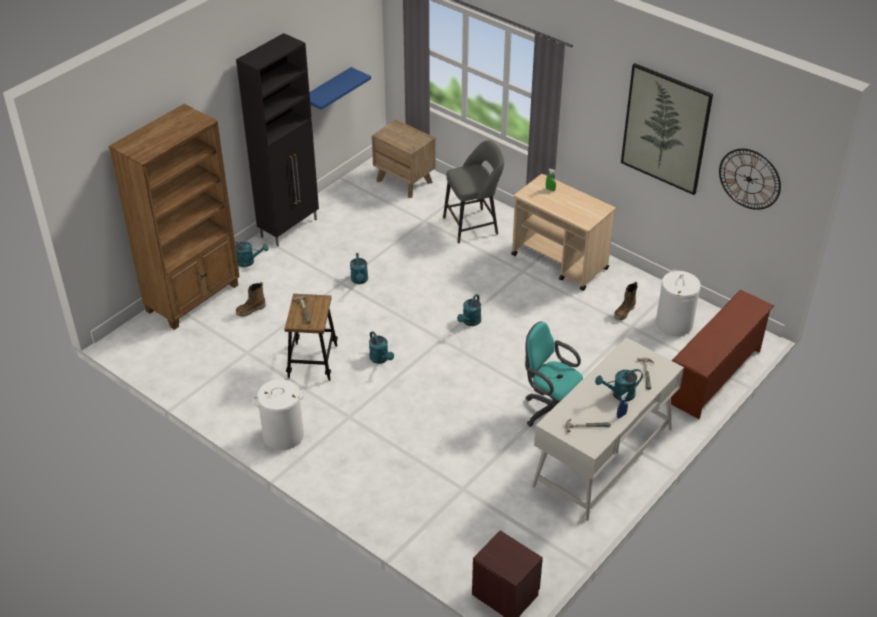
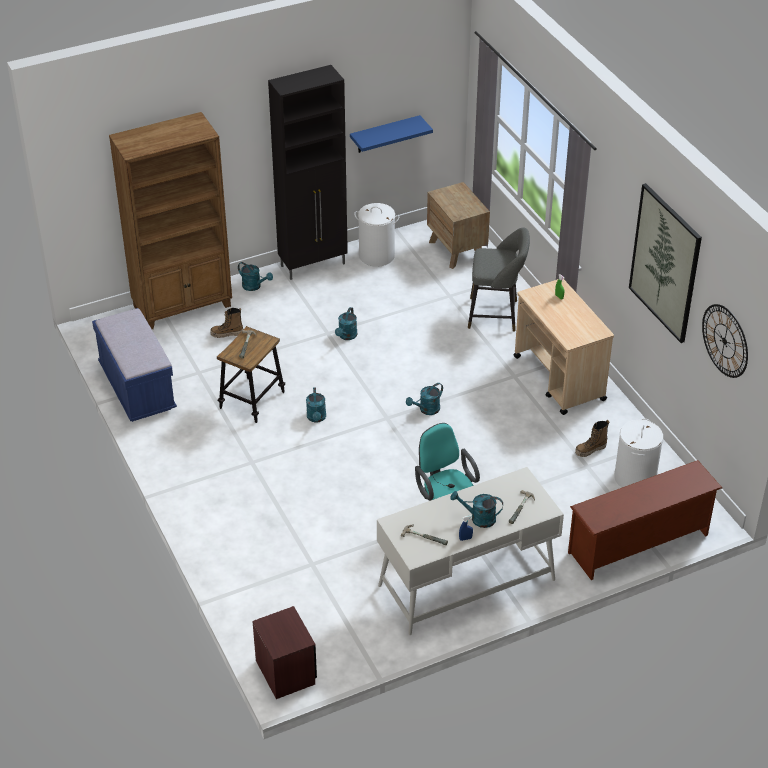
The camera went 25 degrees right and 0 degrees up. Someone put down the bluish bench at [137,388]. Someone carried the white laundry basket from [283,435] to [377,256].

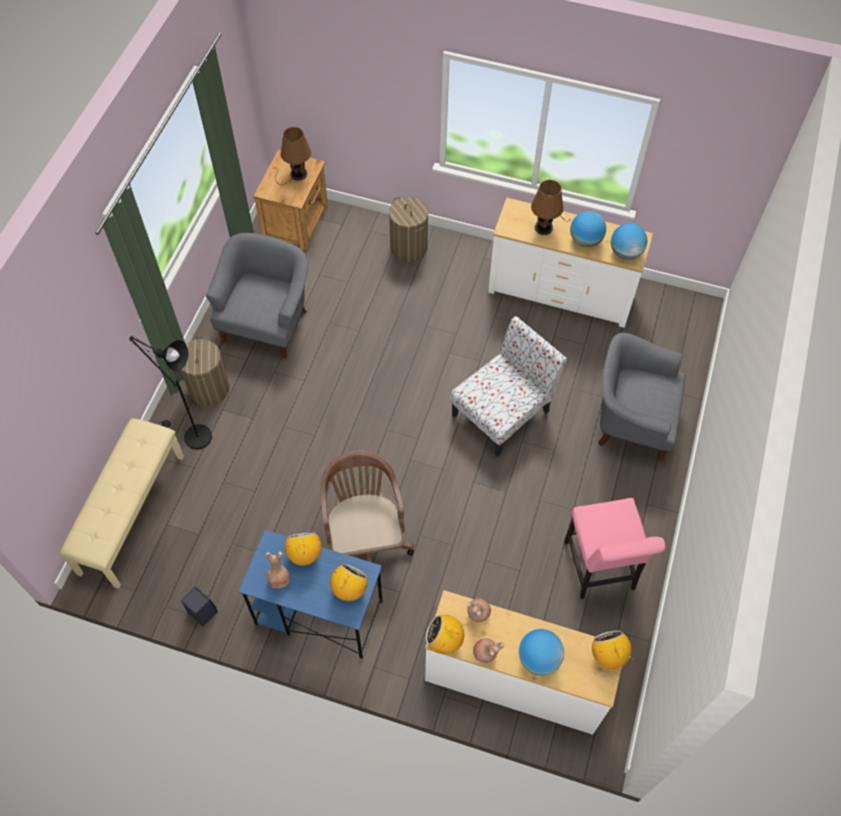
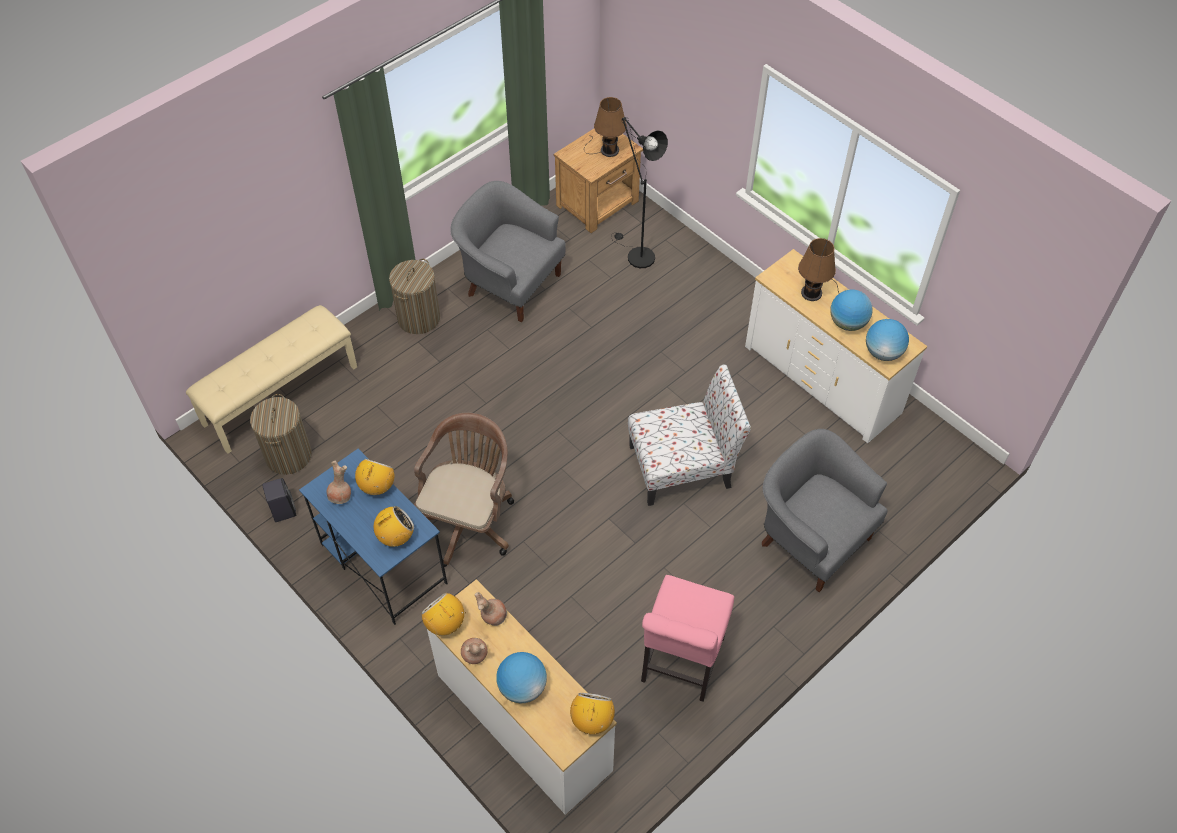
The camera went 30 degrees right and 5 degrees down. Someone carried the laundry basket from [408,247] to [288,455]. Someone rotated the greyish armchair at [267,323] by 105 degrees counterclockwise. Someone carried the black standard lamp from [192,436] to [636,255].

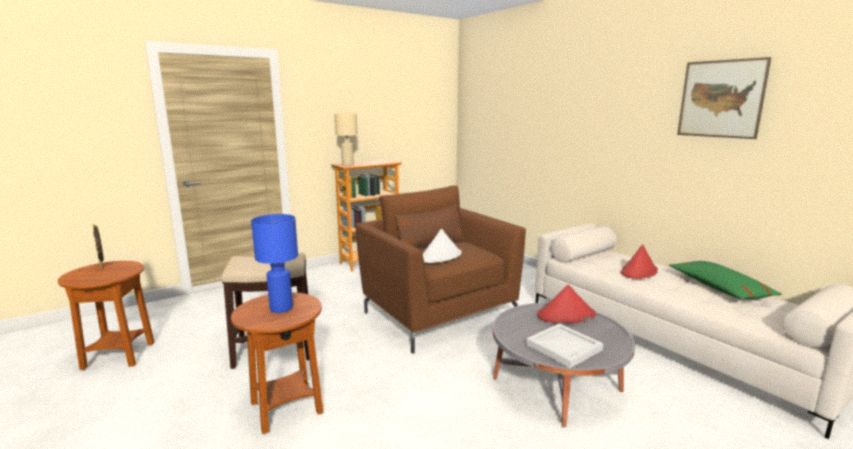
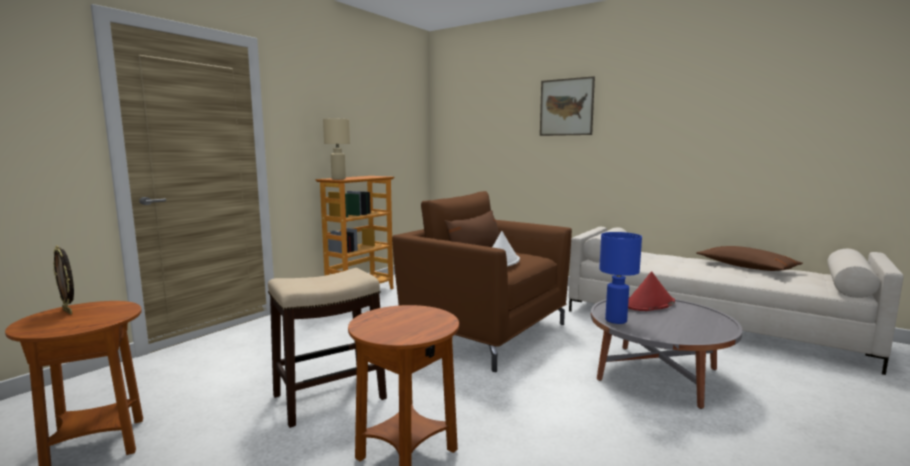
The camera went 20 degrees left and 5 degrees down. Someone carried the picture from [721,99] to [566,107]. Someone carried the bluish table lamp from [281,308] to [616,320]. Someone repainted the green-coloured cushion at [719,288], which became the brown cushion at [746,267]. Someone took away the white serving tray at [562,347]. Someone took away the red clothing hat at [639,272].

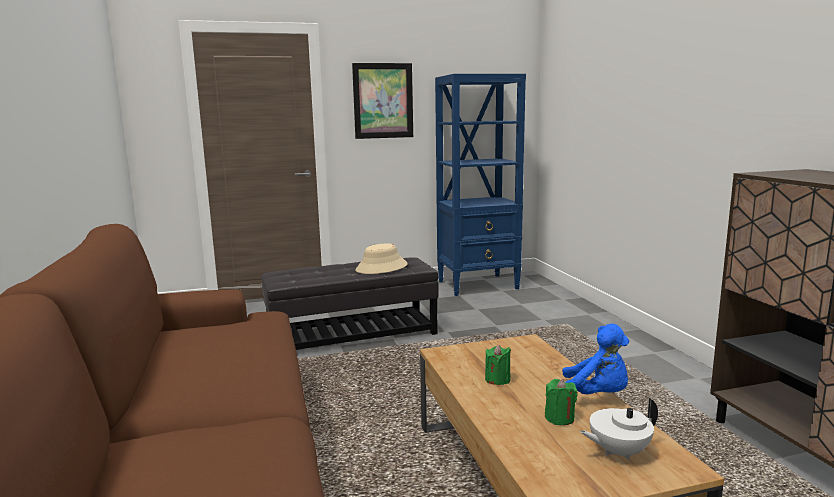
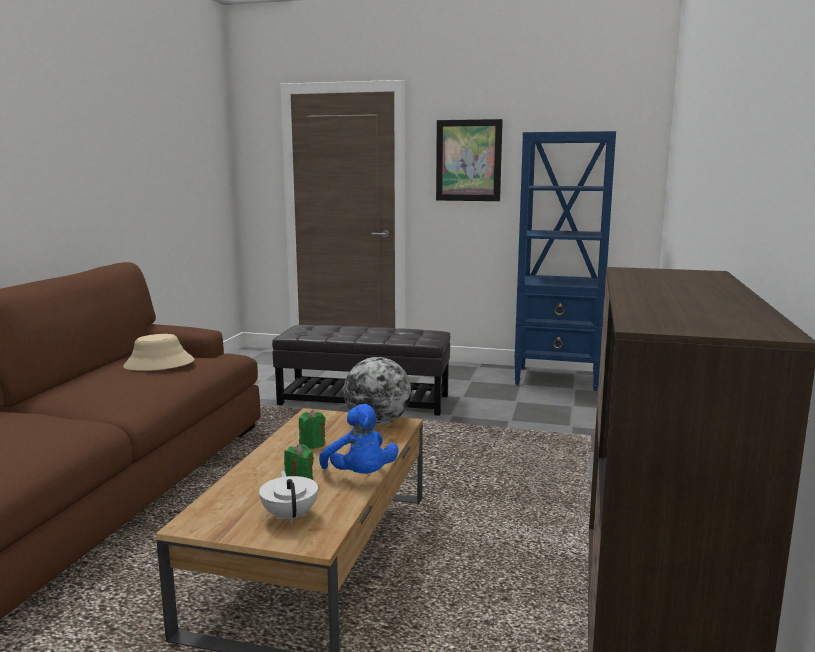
The camera went 30 degrees right and 0 degrees up. Someone carried the beige clothing hat from [381,268] to [159,364]. Someone rotated the white teapot at [618,452] by 60 degrees clockwise. Someone put down the world globe at [377,422].

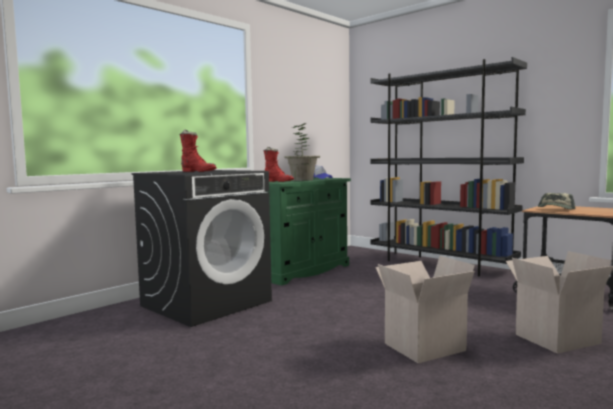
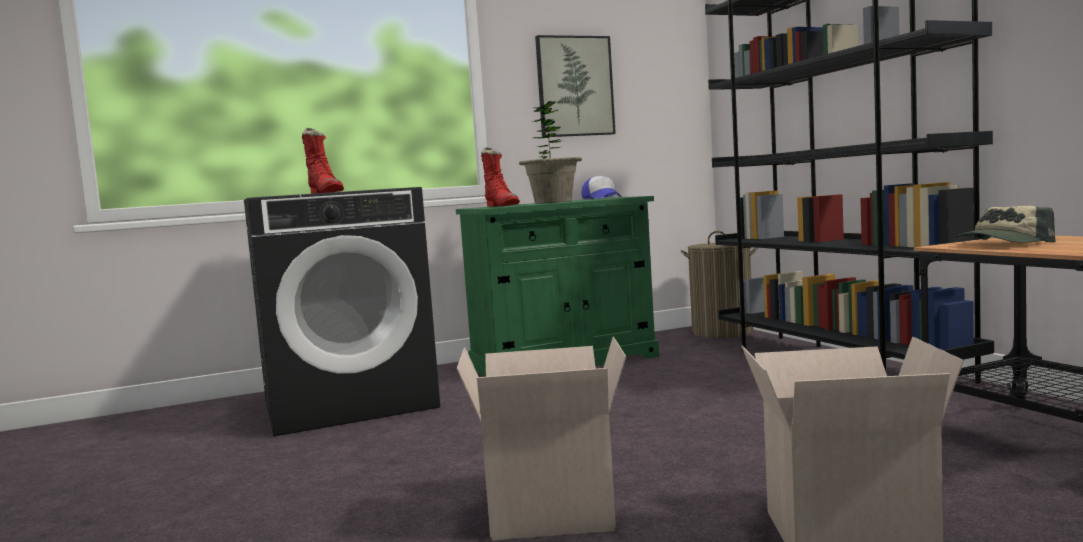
The camera went 25 degrees right and 0 degrees up. Someone put up the picture at [574,86]. Someone put down the laundry basket at [722,332].

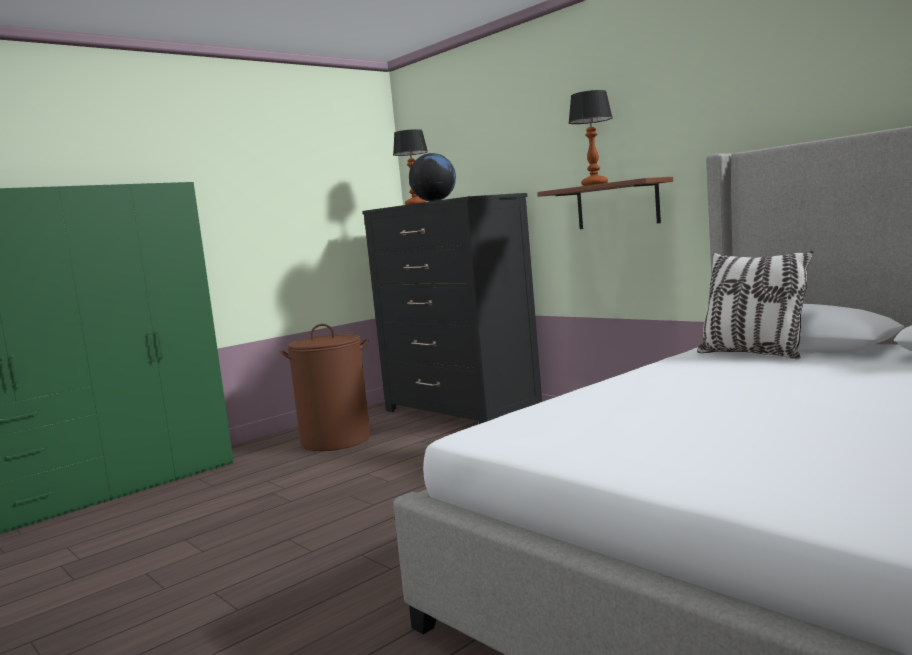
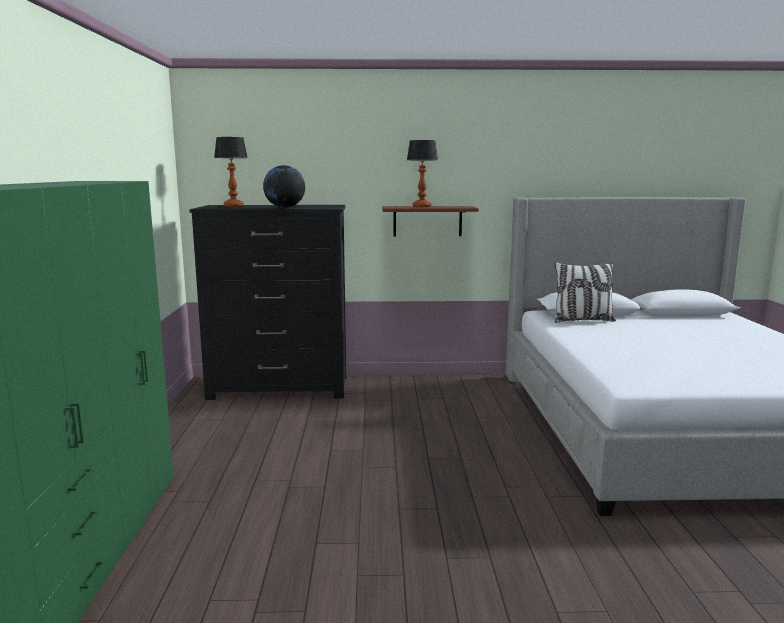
The camera went 50 degrees left and 5 degrees up. Someone took away the brown laundry basket at [336,440].

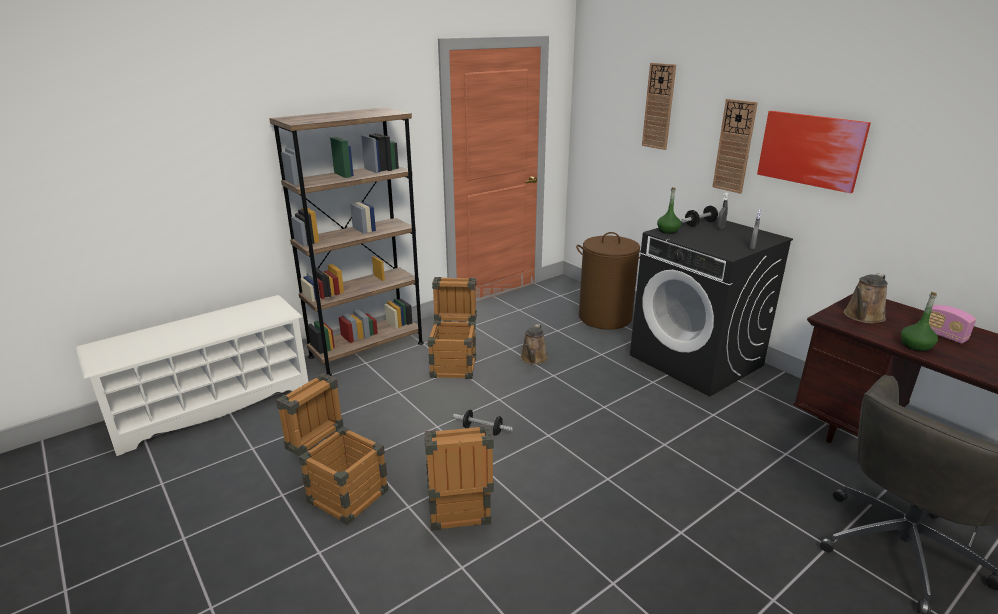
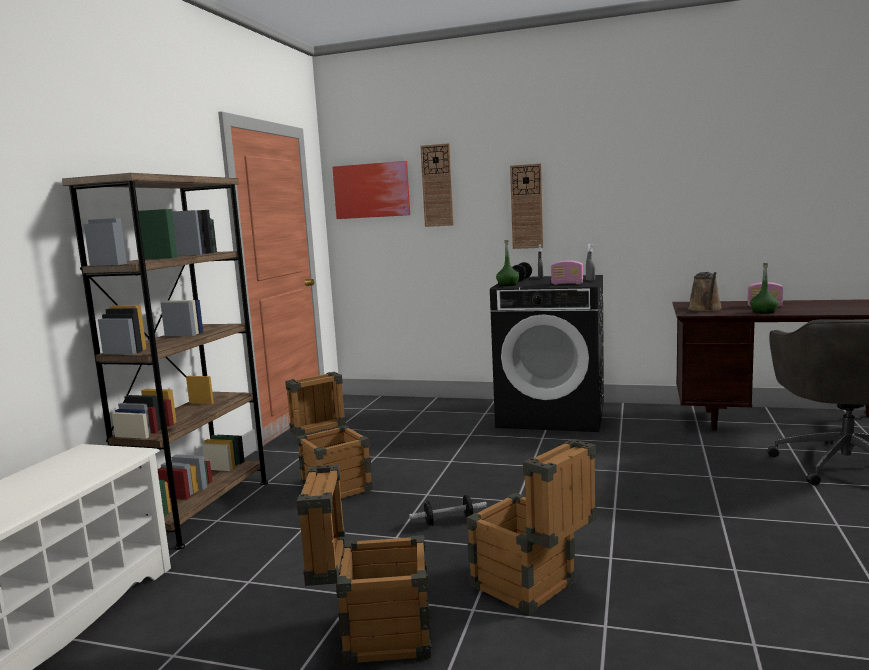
The camera went 35 degrees left and 15 degrees down. Someone carried the picture from [810,150] to [371,190]. Someone put down the radio receiver at [567,284]. Someone took away the brown watering can at [533,359]. Someone took away the brown laundry basket at [605,317].

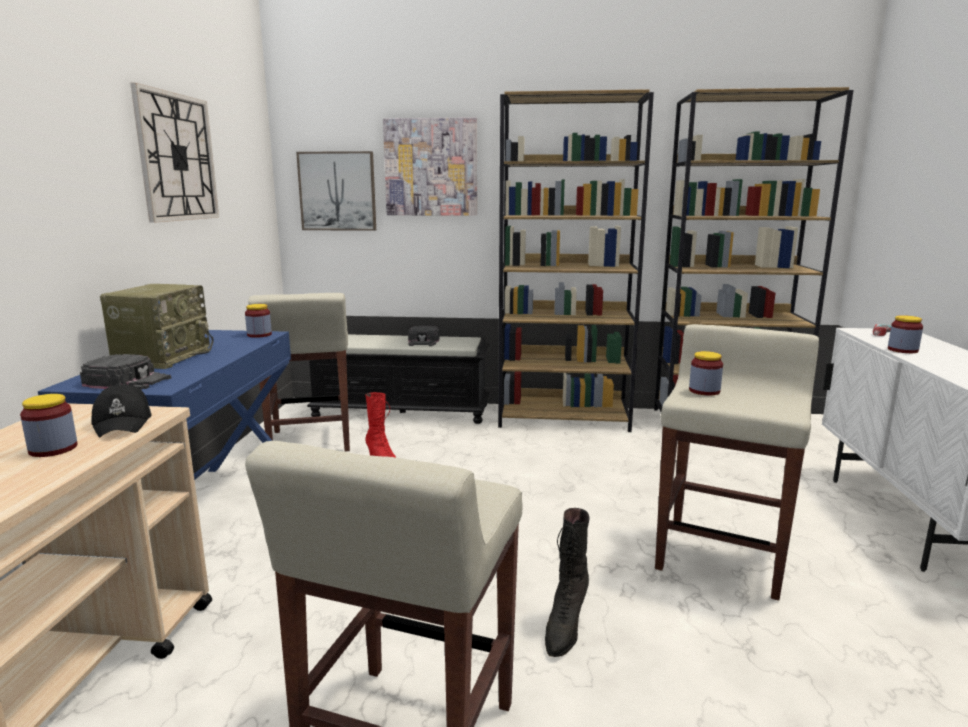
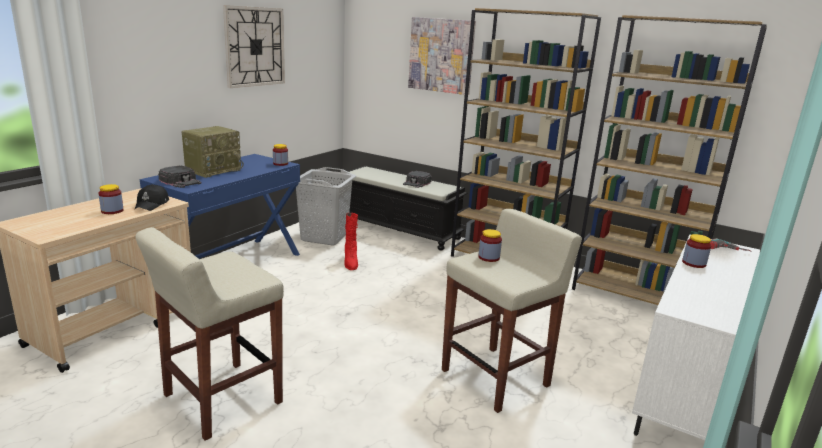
The camera went 25 degrees right and 5 degrees up. Someone swapped the beige stool at [310,442] for the greyish laundry basket at [324,237]. Someone took away the picture at [337,191]. Someone took away the black high-top boot at [565,626].

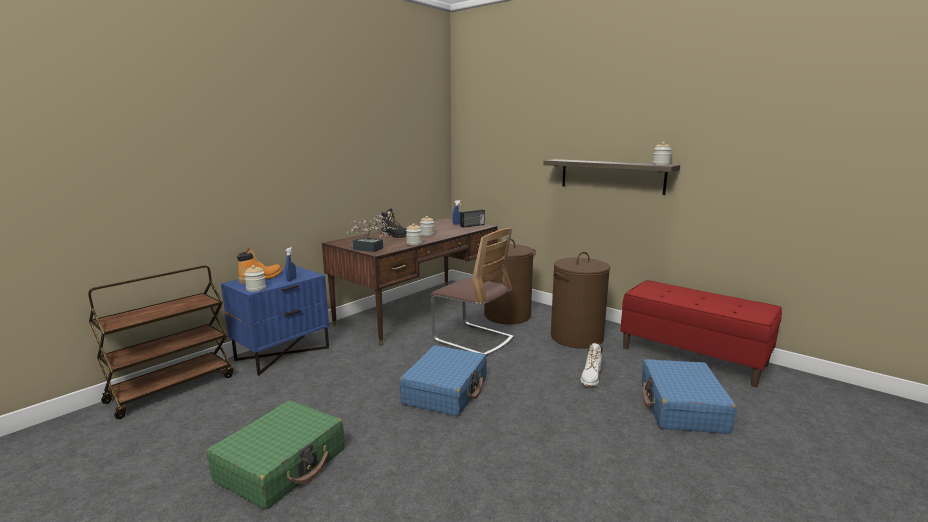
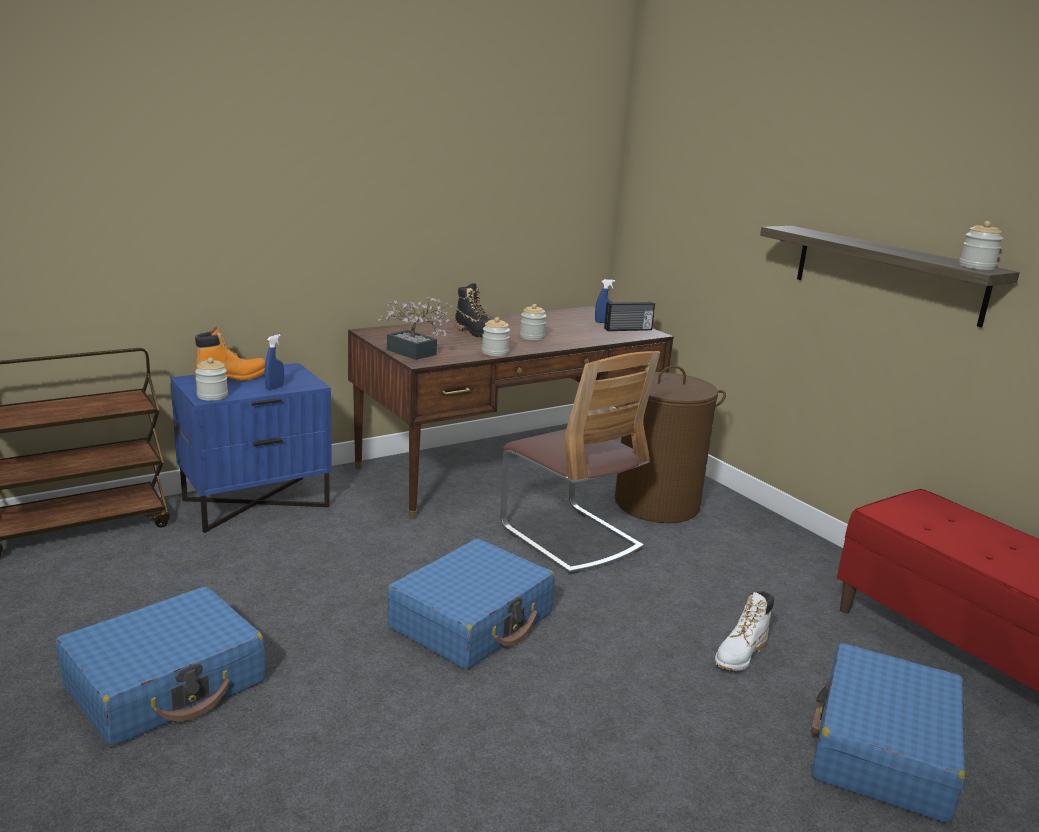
The camera went 15 degrees right and 5 degrees up. Someone repainted the green-coloured travel case at [282,465], which became the bluish travel case at [166,684]. Someone took away the brown laundry basket at [576,337].

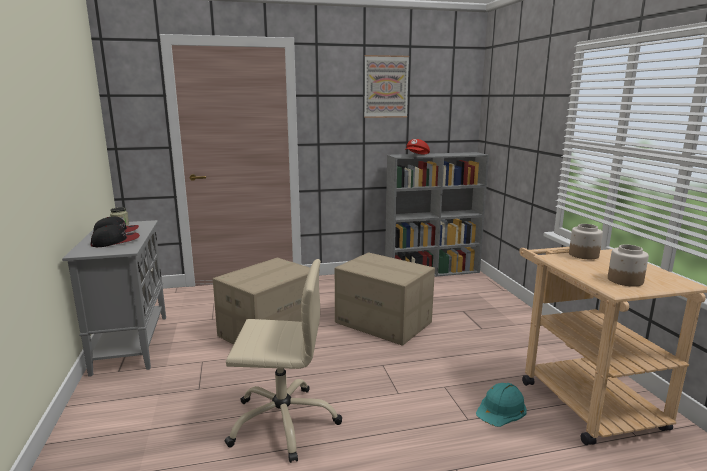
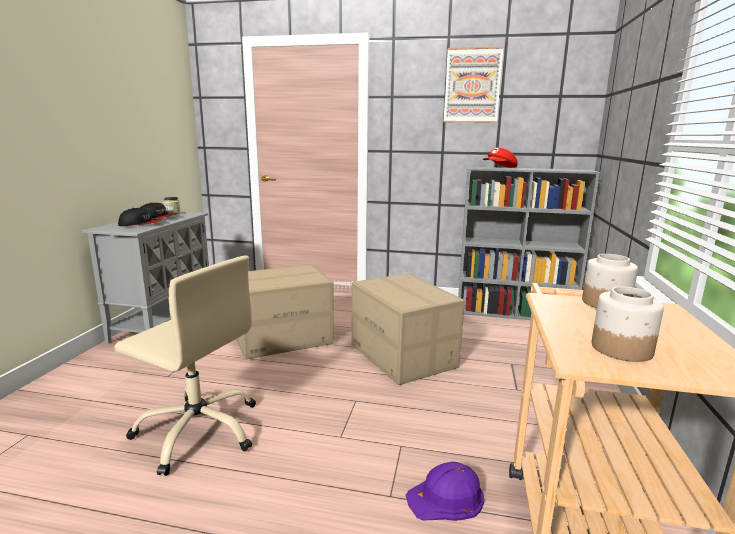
The camera went 25 degrees right and 0 degrees up. Someone repainted the turquoise-coloured work helmet at [501,409], which became the purple work helmet at [446,498].

